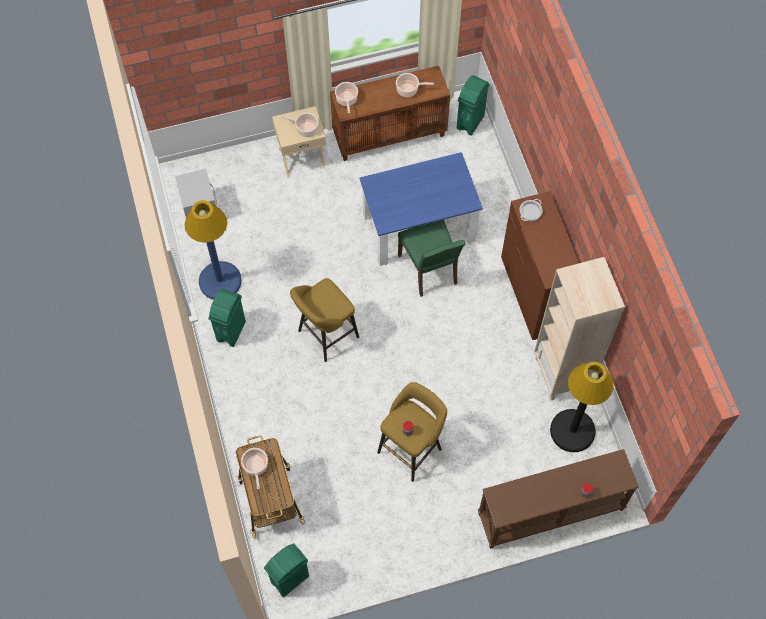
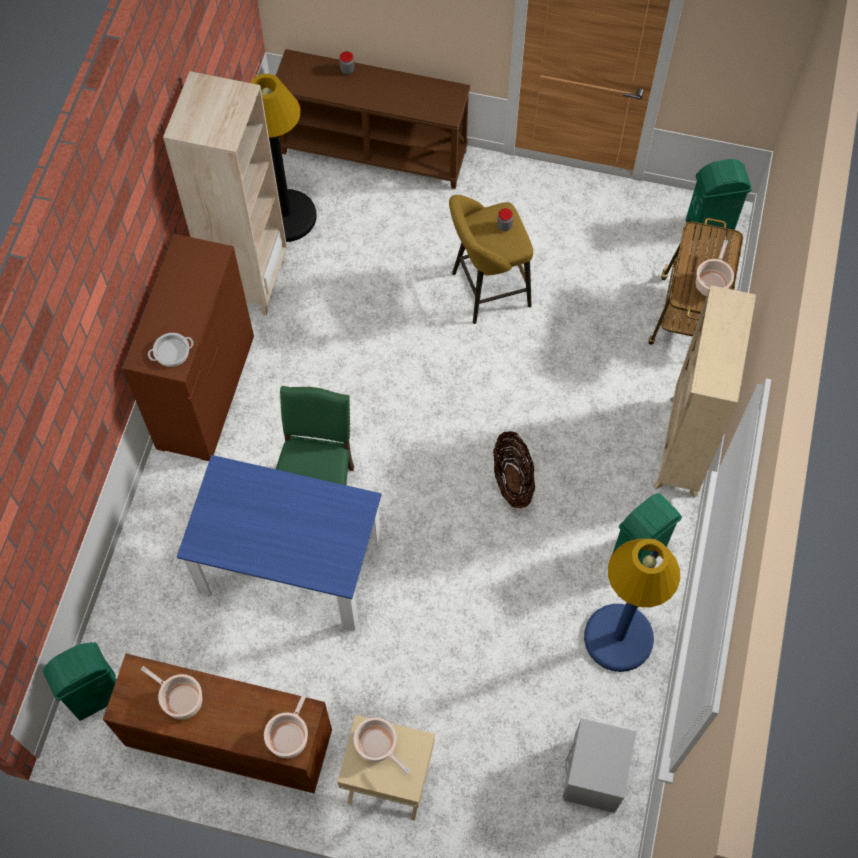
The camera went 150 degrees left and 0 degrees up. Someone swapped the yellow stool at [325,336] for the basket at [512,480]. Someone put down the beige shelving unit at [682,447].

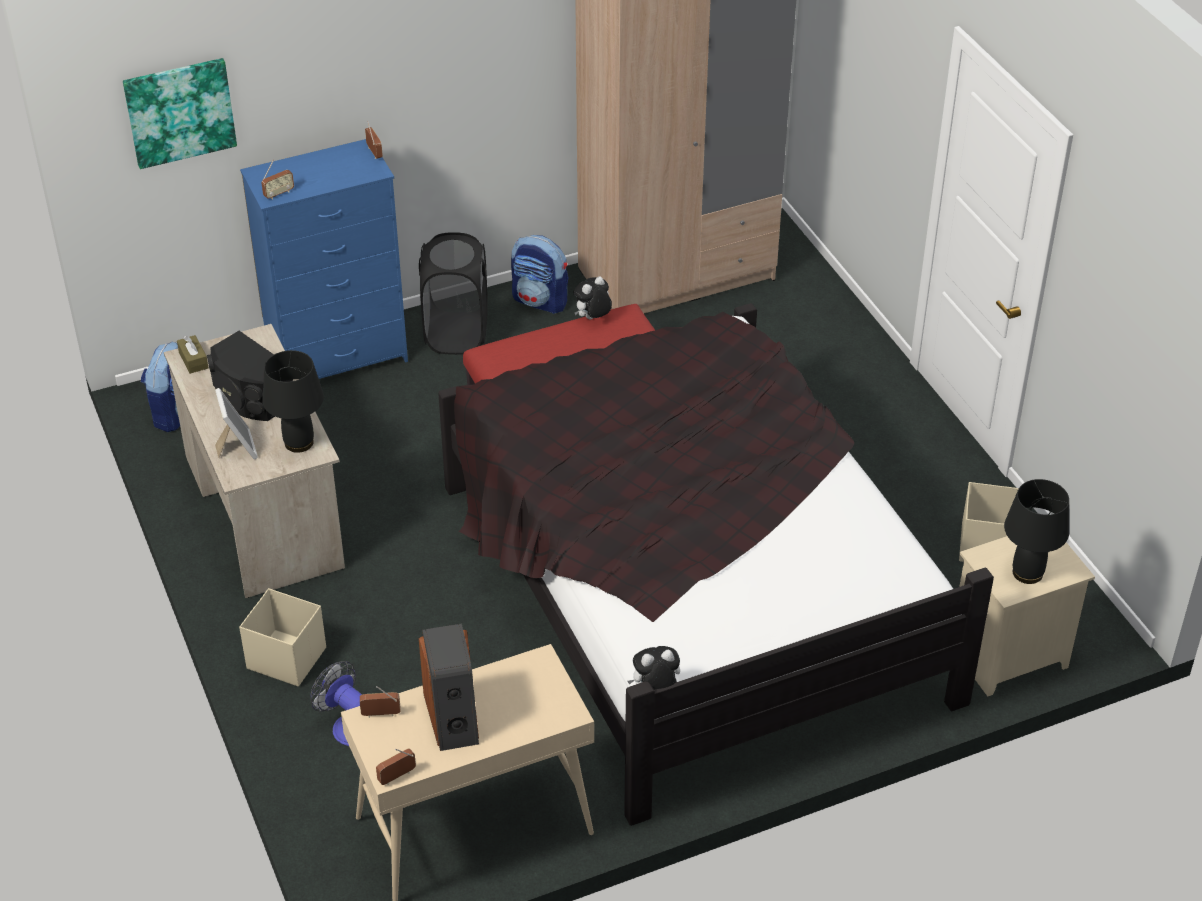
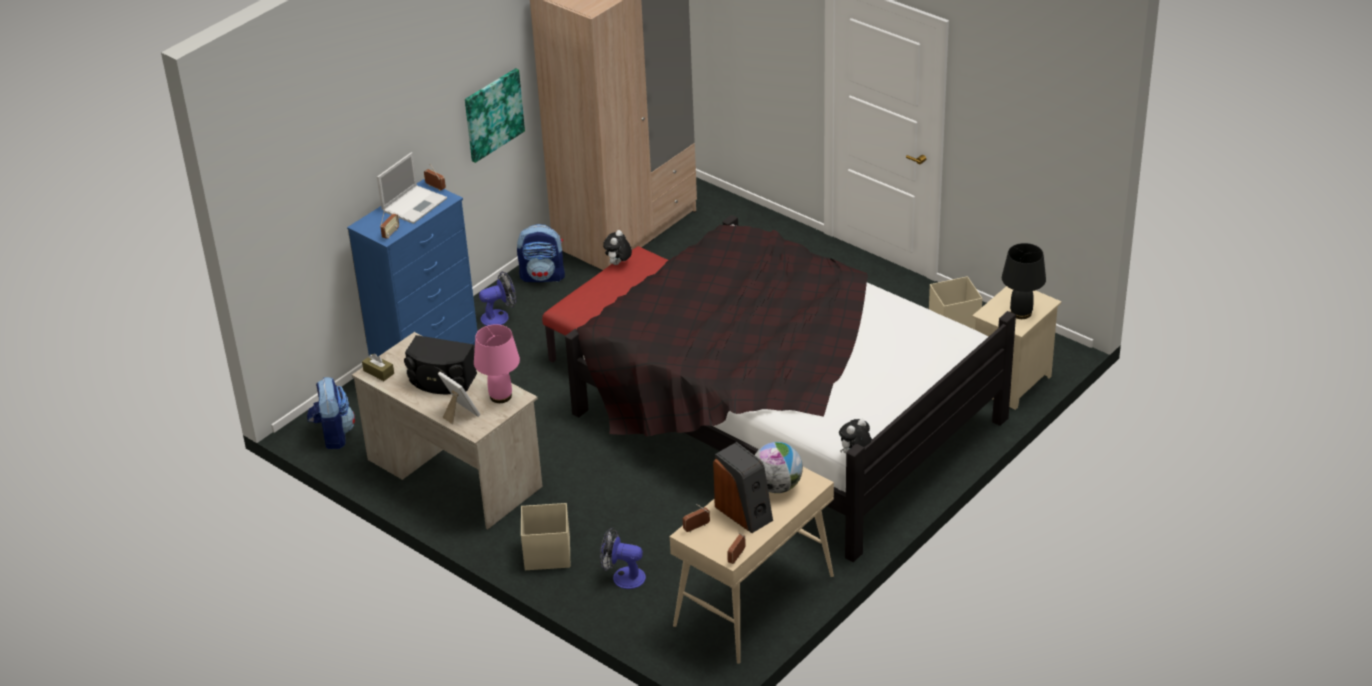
The camera went 25 degrees left and 5 degrees down. Someone put down the portable computer at [415,204]. Someone carried the picture from [180,112] to [493,114]. Someone repainted the black table lamp at [299,443], which became the pinkish table lamp at [501,396]. Someone swapped the black laundry basket at [456,334] for the cooling fan at [499,316]. Someone put down the world globe at [777,486].

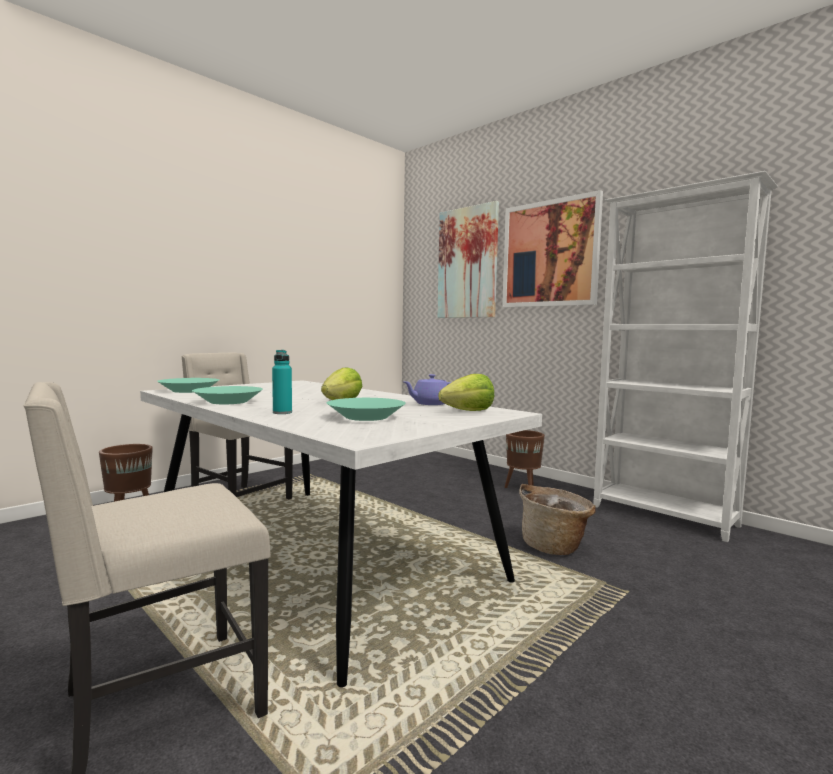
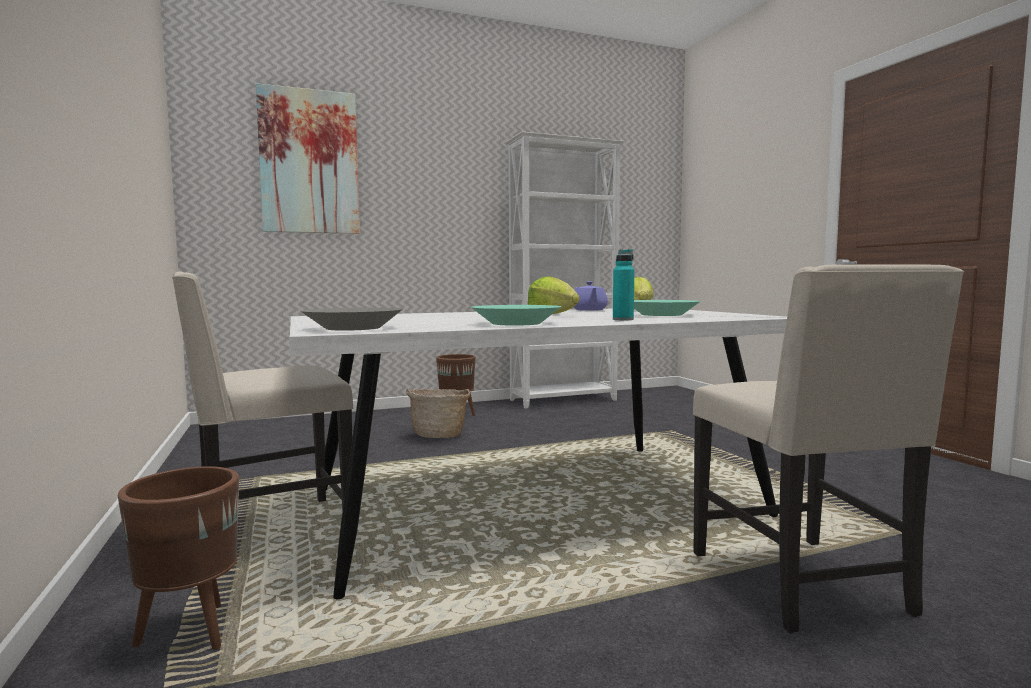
The camera went 65 degrees left and 0 degrees up. Someone repainted the turquoise-coloured serving bowl at [189,391], which became the greyish serving bowl at [353,328]. Someone carried the basket from [554,546] to [439,435]. Someone took away the picture at [550,254].

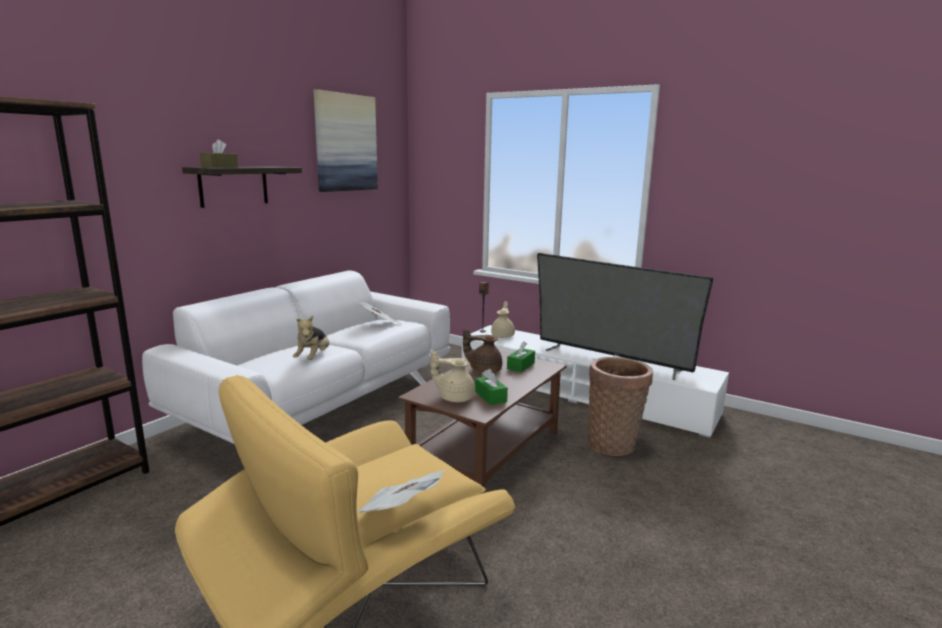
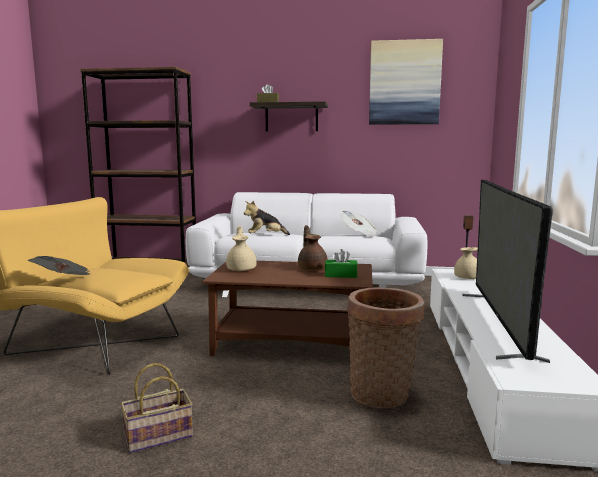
The camera went 65 degrees right and 5 degrees down. Someone put down the basket at [157,437]. Someone took away the green-coloured tissue box at [490,397].

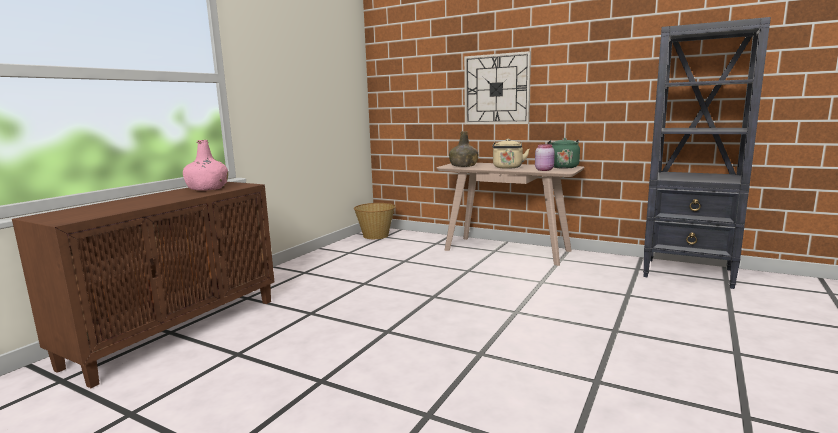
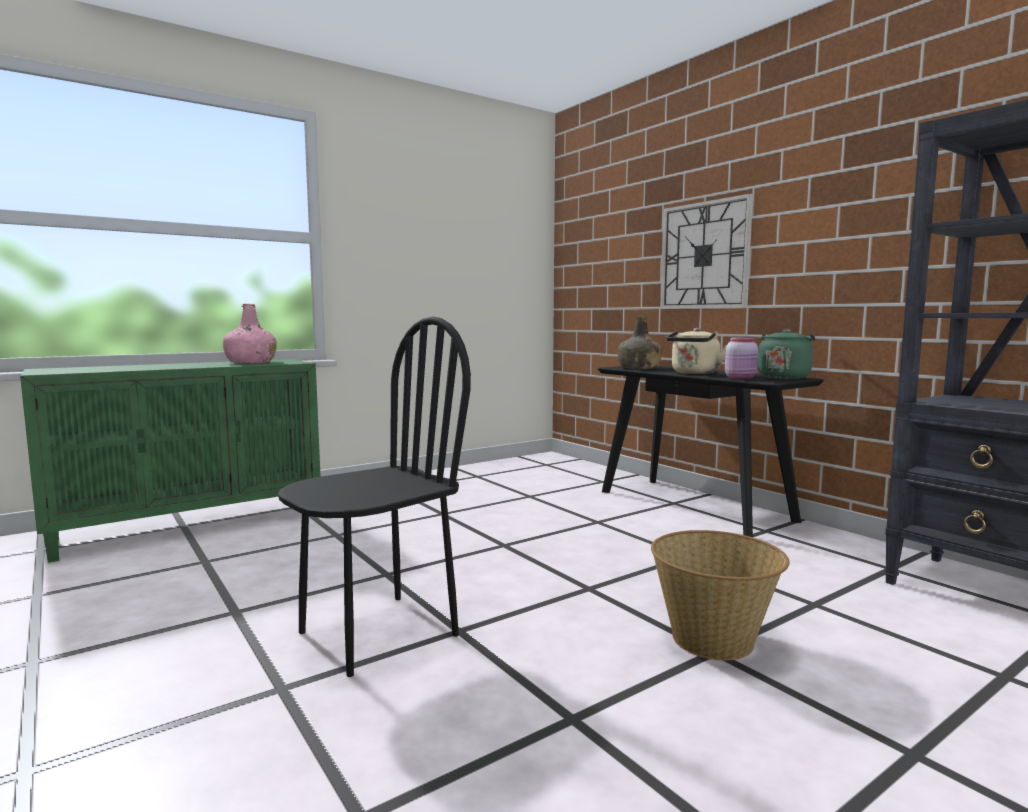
The camera went 25 degrees right and 5 degrees down. Someone repainted the brown cabinet at [178,330], which became the green-coloured cabinet at [191,525]. Someone put down the black chair at [378,633]. Someone repainted the beige narrow table at [507,250], which became the black narrow table at [694,505]. Someone carried the basket from [376,235] to [714,639].

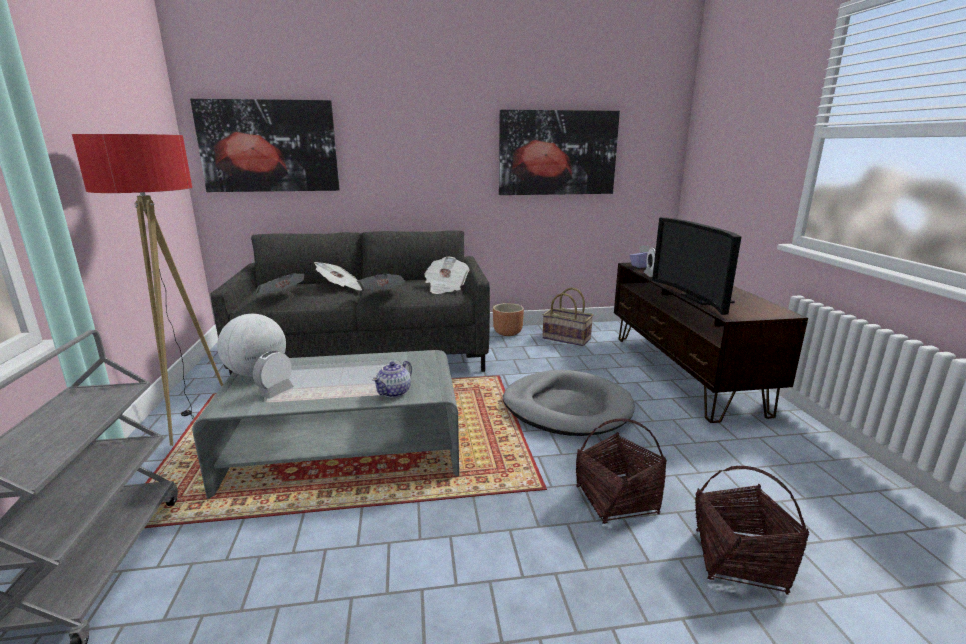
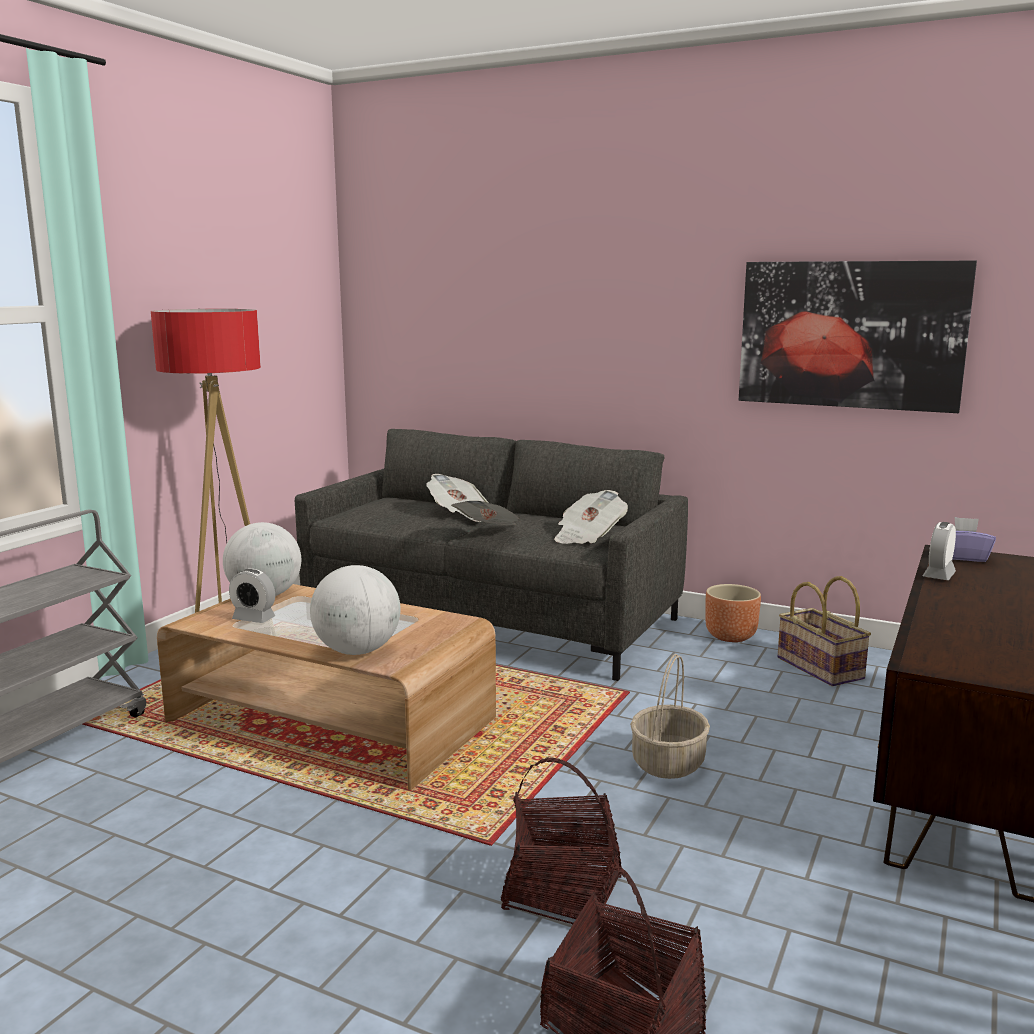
The camera went 35 degrees right and 5 degrees down. Someone repainted the greyish coffee table at [344,451], which became the brown coffee table at [331,721]. Someone rotated the alarm clock at [275,391] by 135 degrees counterclockwise. Someone swapped the teapot at [394,392] for the world globe at [357,651]. Someone swapped the greyish pet bed at [567,407] for the basket at [667,763]. Someone took away the picture at [269,146]. Someone took away the daily paper at [281,297]. Someone took away the TV set at [700,299].

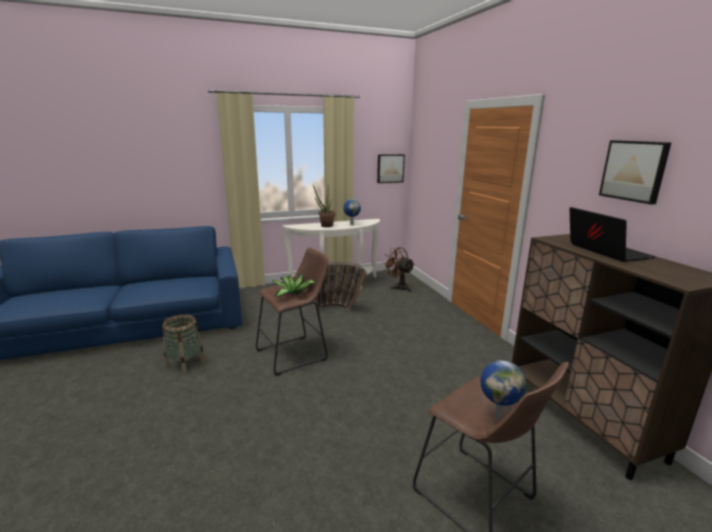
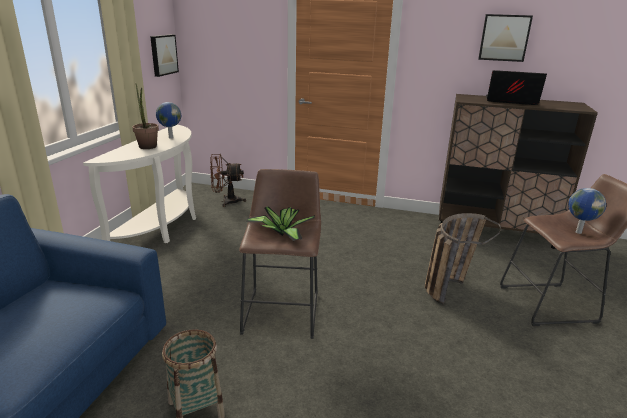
The camera went 55 degrees left and 5 degrees up. Someone carried the basket from [341,310] to [450,286].

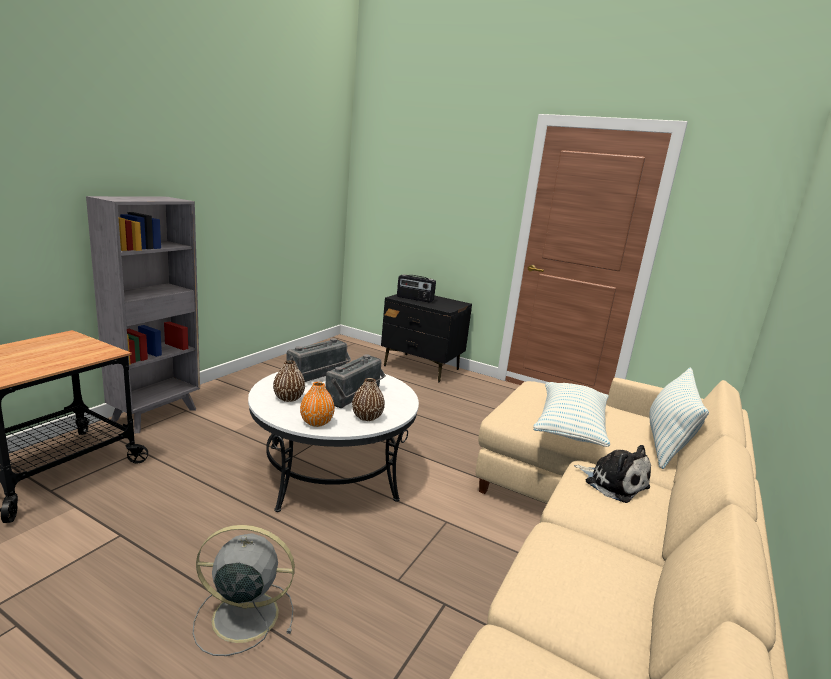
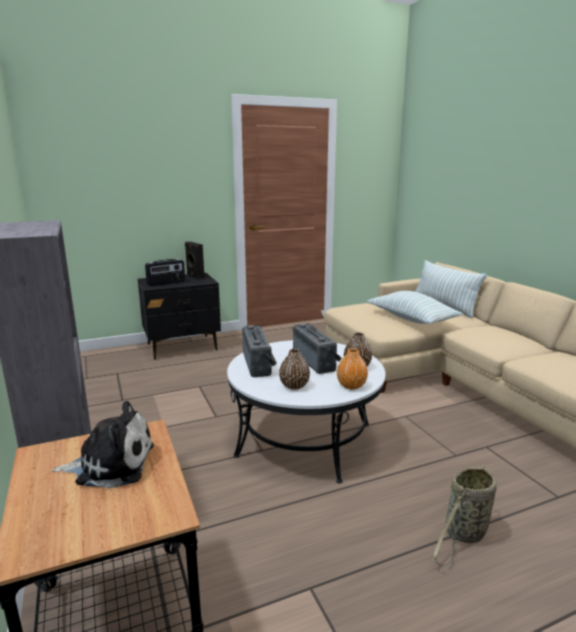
The camera went 50 degrees left and 0 degrees up. Someone carried the plush toy from [613,483] to [111,464]. Someone put down the black loudspeaker at [195,277]. Someone swapped the greyish cooling fan at [242,615] for the basket at [464,534].

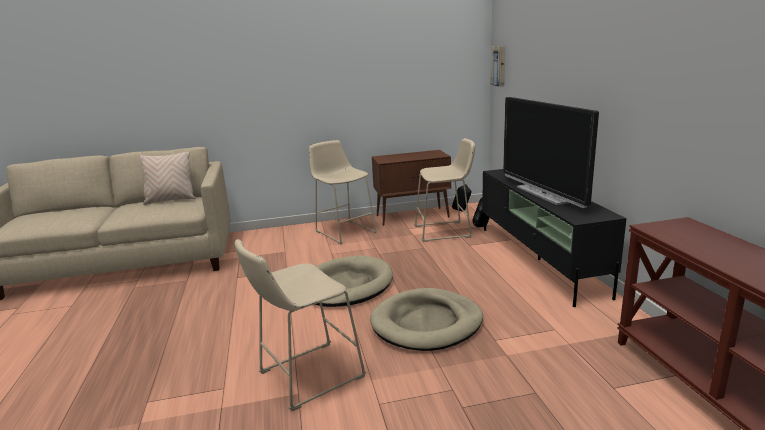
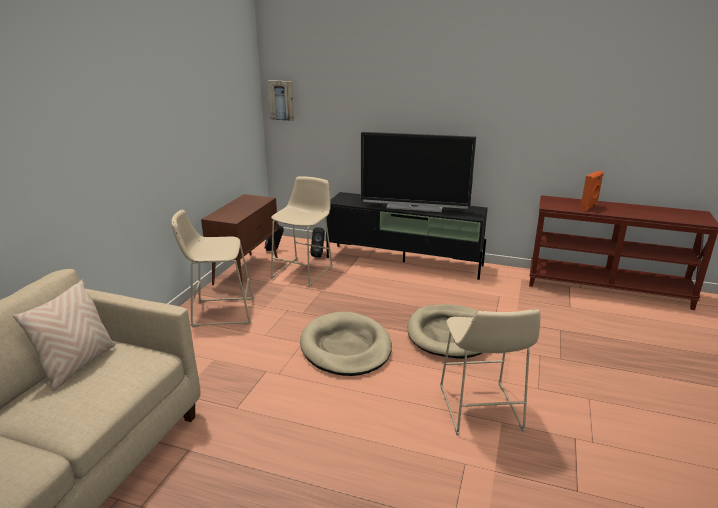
The camera went 60 degrees left and 5 degrees up. Someone put down the orangey loudspeaker at [589,207].

